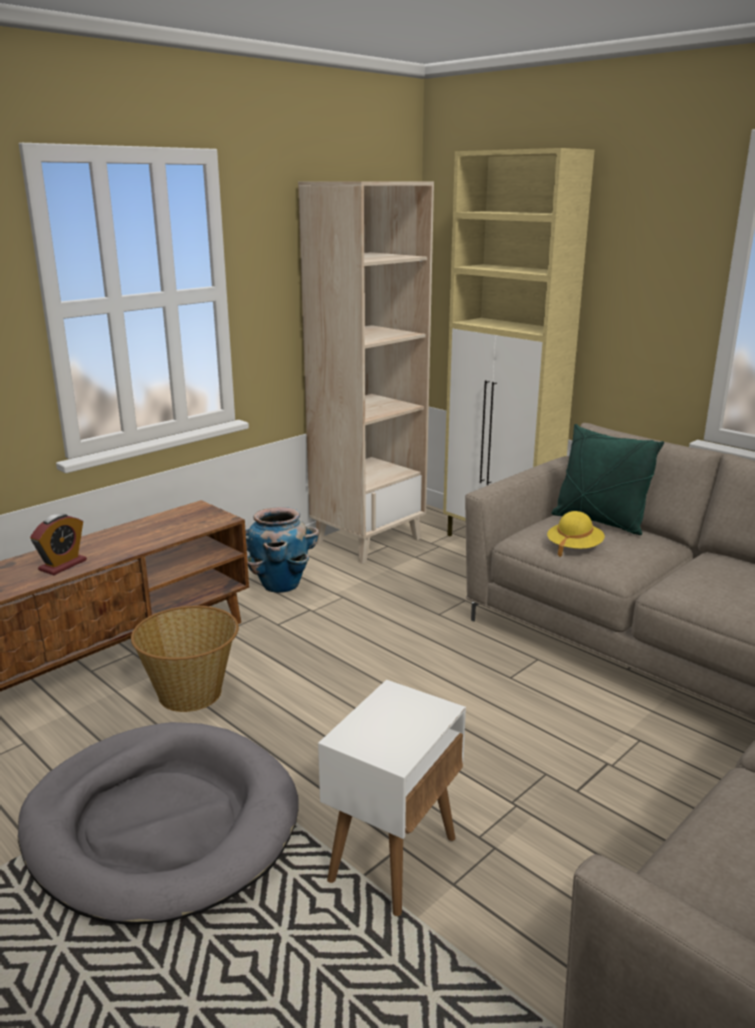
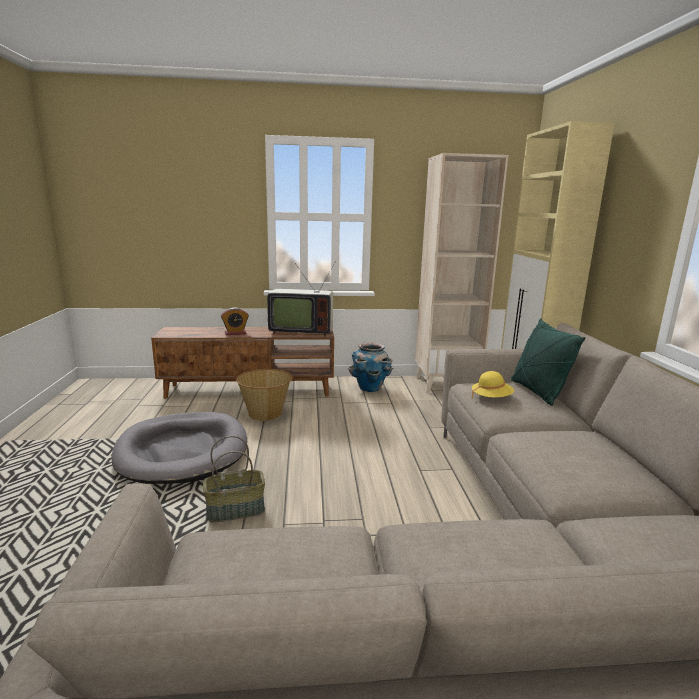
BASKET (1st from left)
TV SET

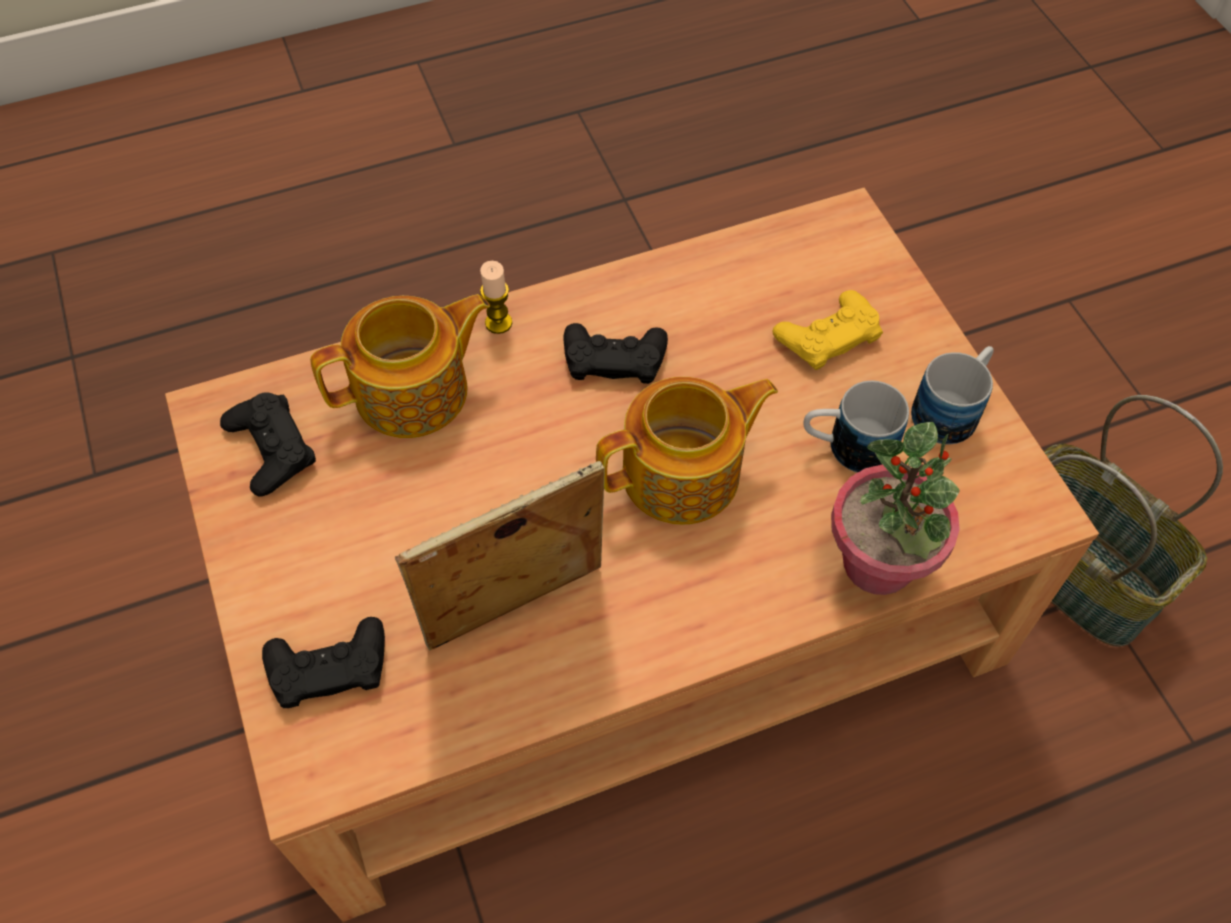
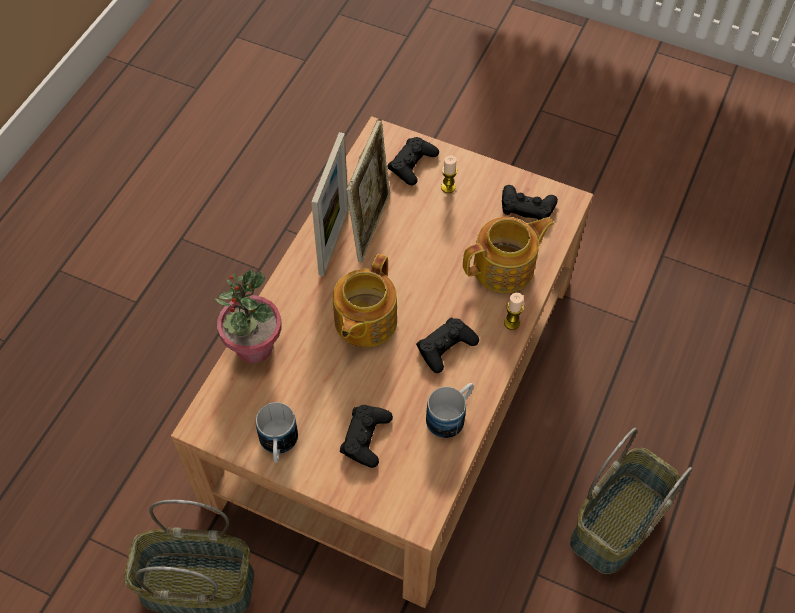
BLACK-COLOURED GAMEPAD (1st from left)
POT FOR TEA (2nd from left)
TEA MUG (2nd from left)
PHOTO FRAME (1st from left)
CANDLE (1st from left)
BASKET (2nd from left)

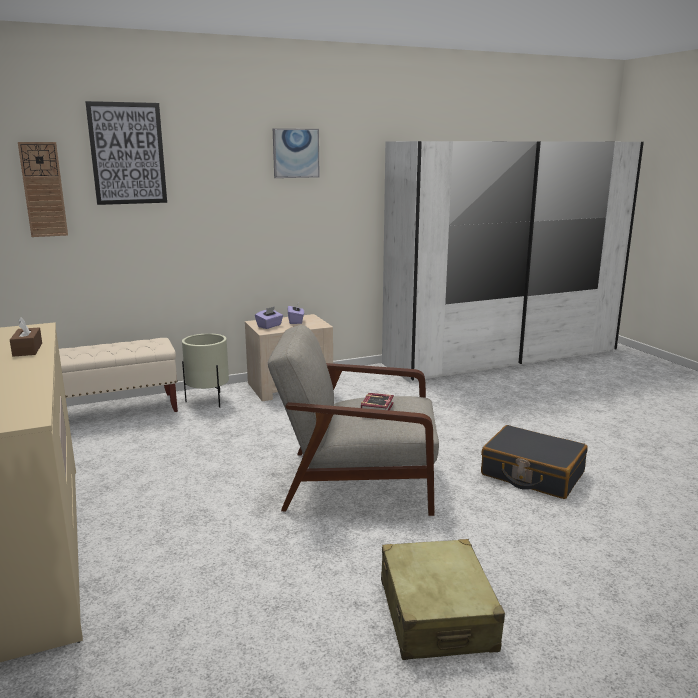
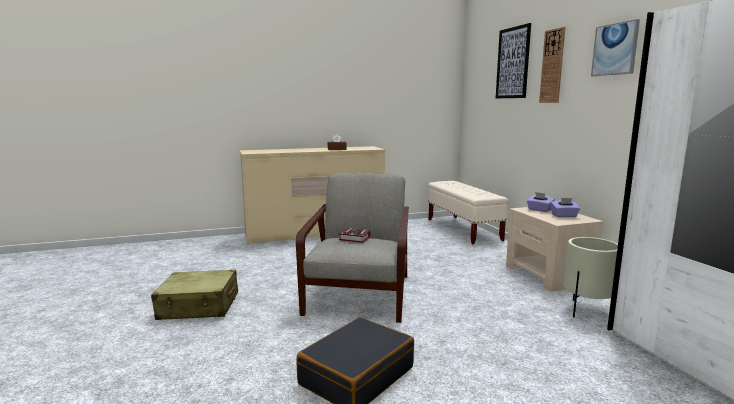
WALL CLOCK
BEIGE-COLOURED PLANTER

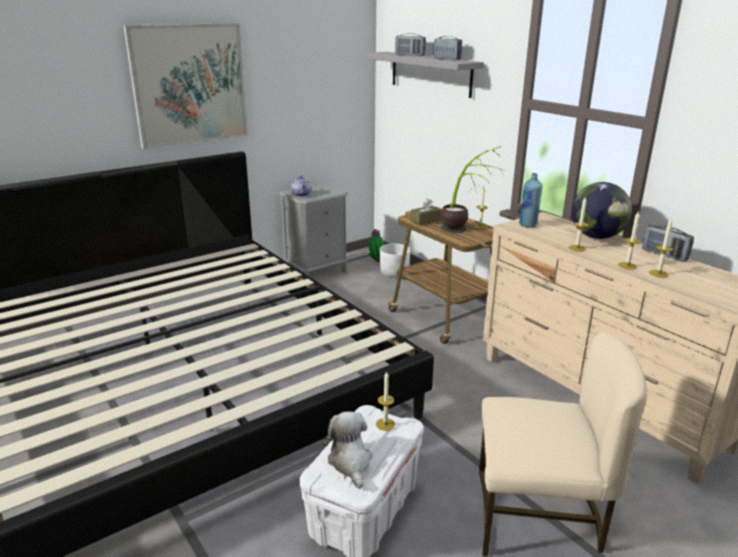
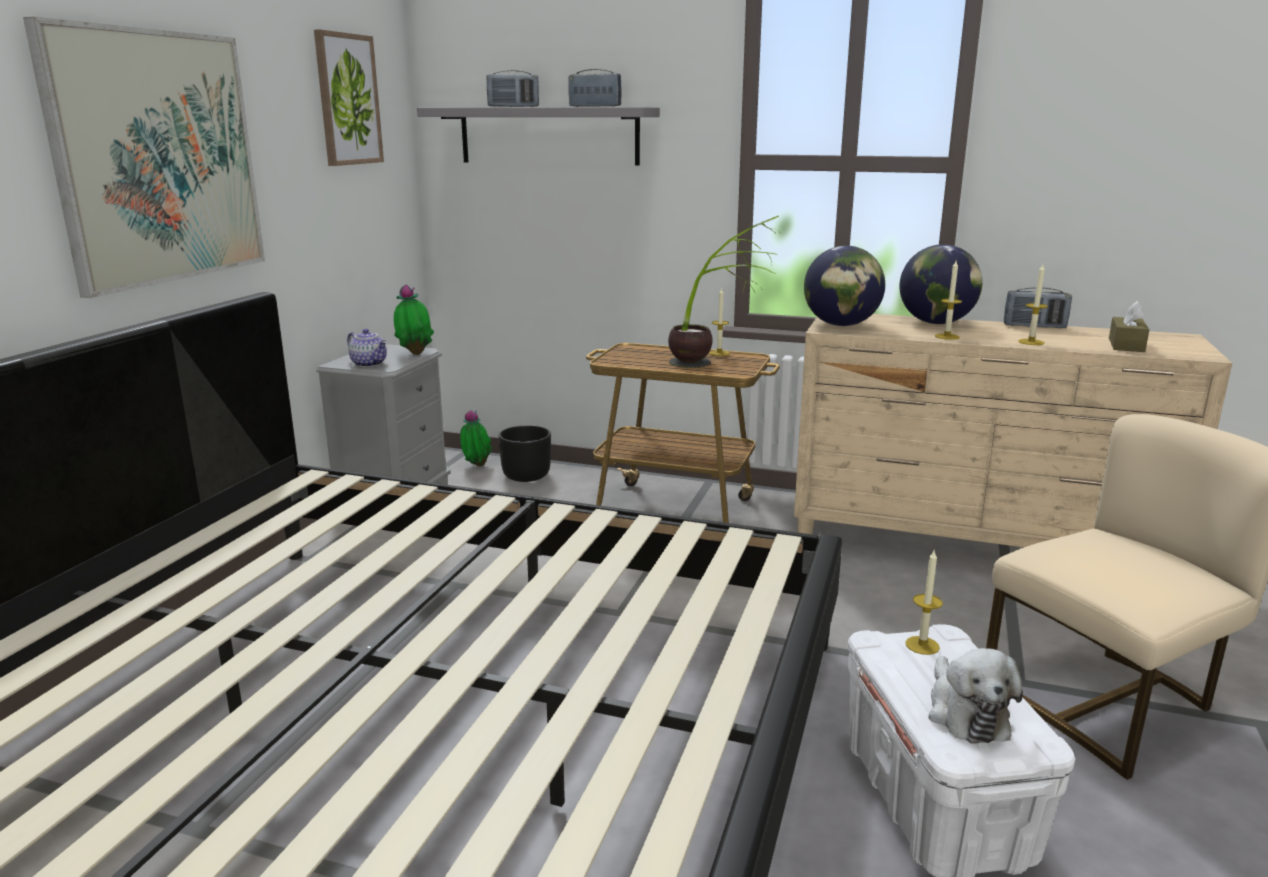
DESK GLOBE (1st from left)
BROWNISH TISSUE HOLDER
CANDLE (5th from left in the first image)
BLACK-COLOURED PLANTER
CUDDLY TOY
WALL ART (2nd from left)
POTTED PLANT (1st from left)

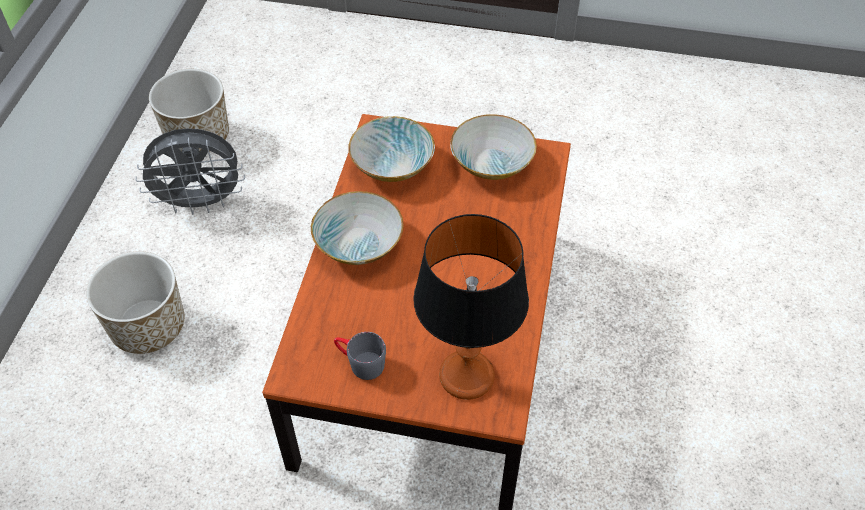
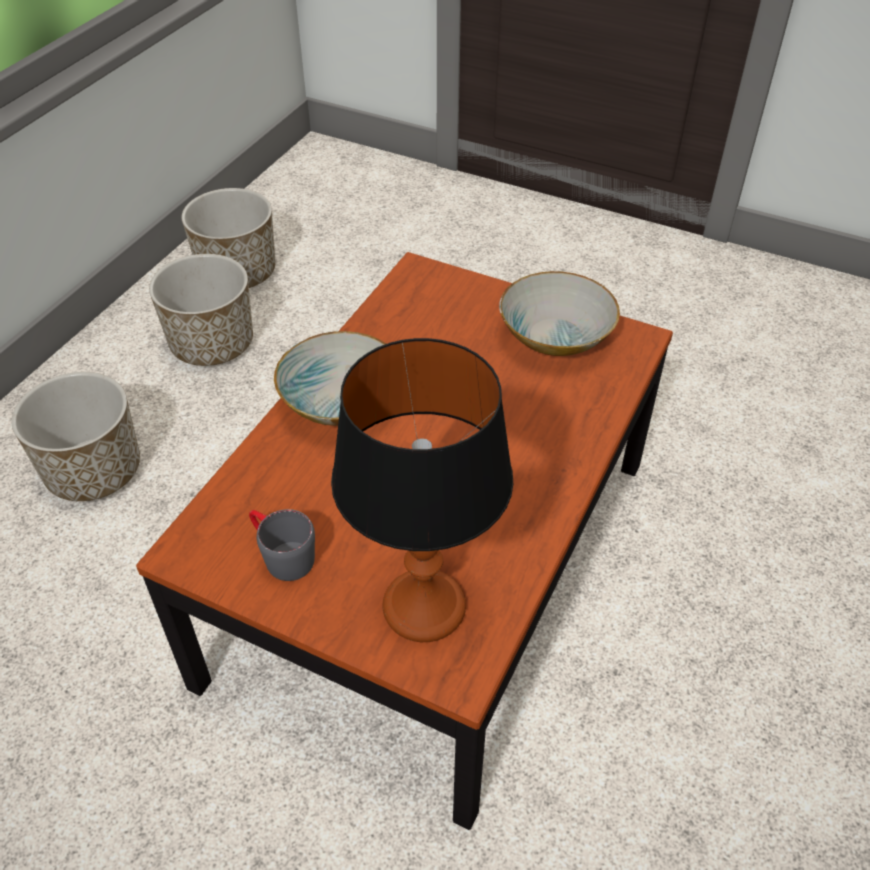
SERVING BOWL (2nd from left in the first image)
PLANTER (2nd from left)

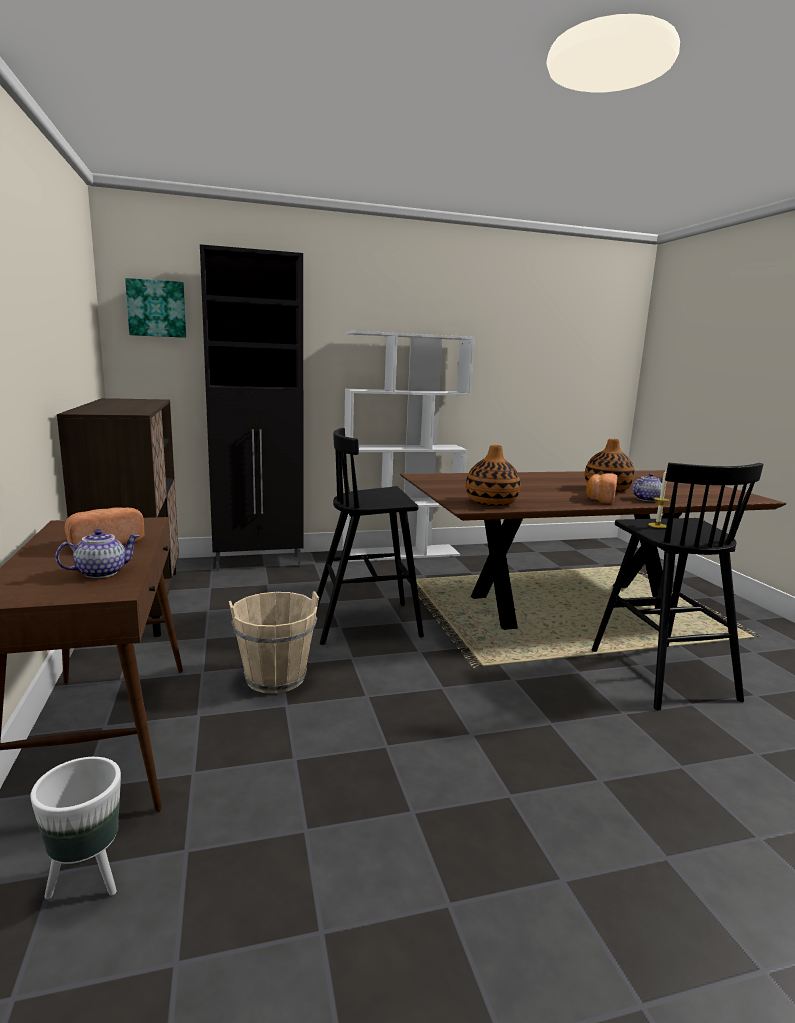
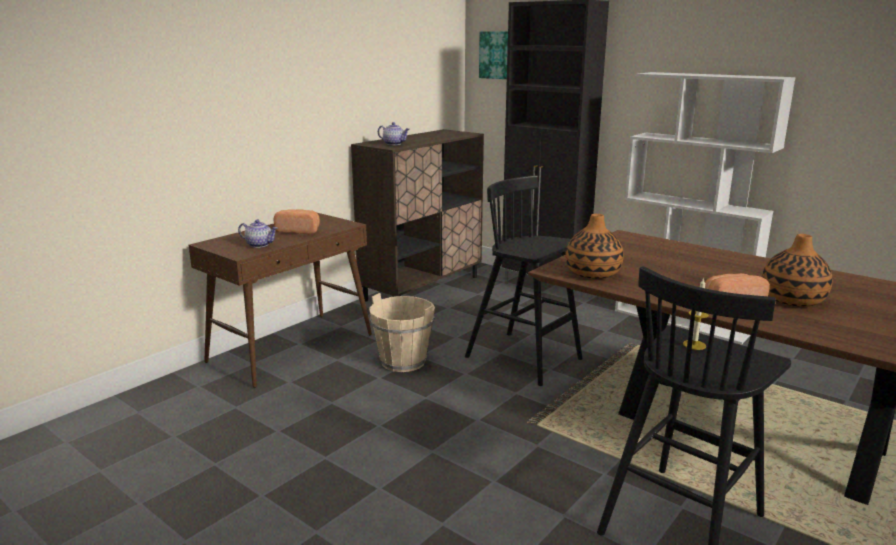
POT FOR TEA (2nd from left)
WHITE-COLOURED PLANTER

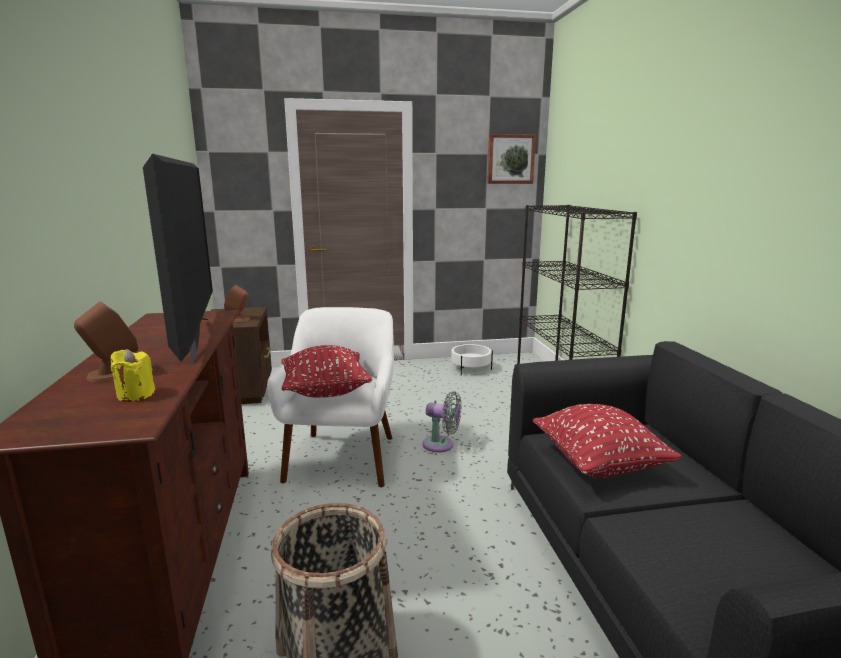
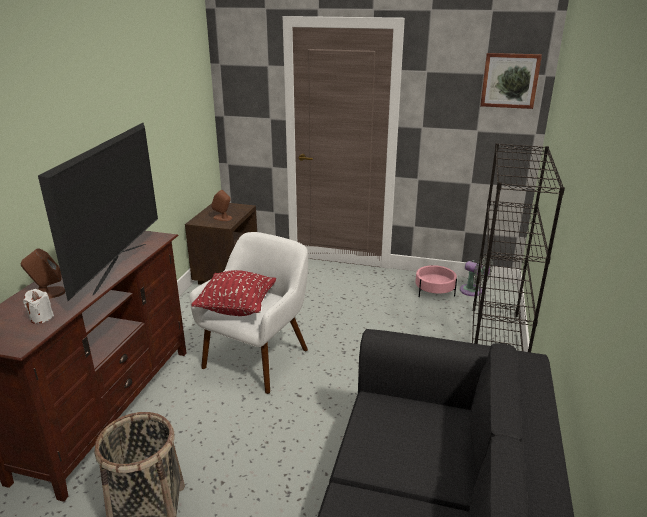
PINKISH PLANTER
WHITE-COLOURED CANDLE
GRAY COOLING FAN
REDDISH PILLOW (2nd from left in the first image)

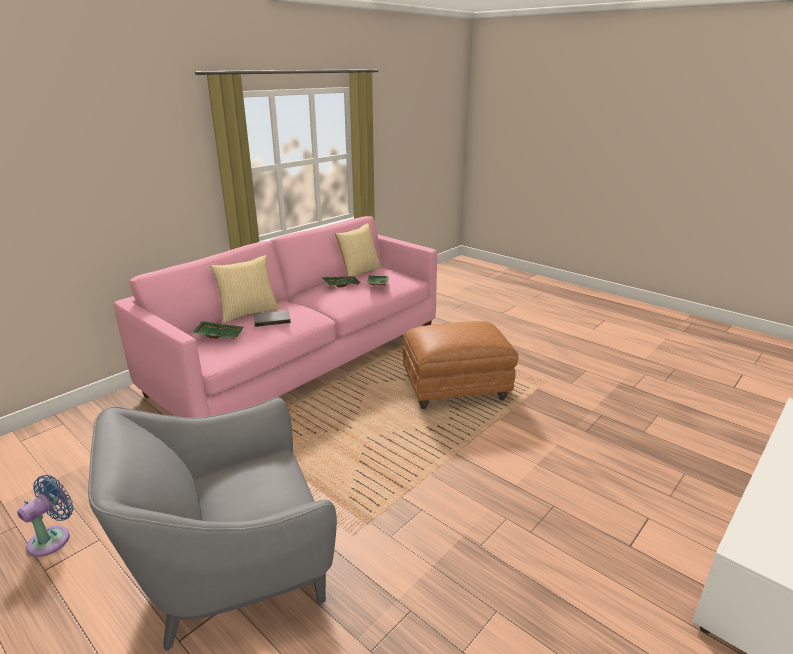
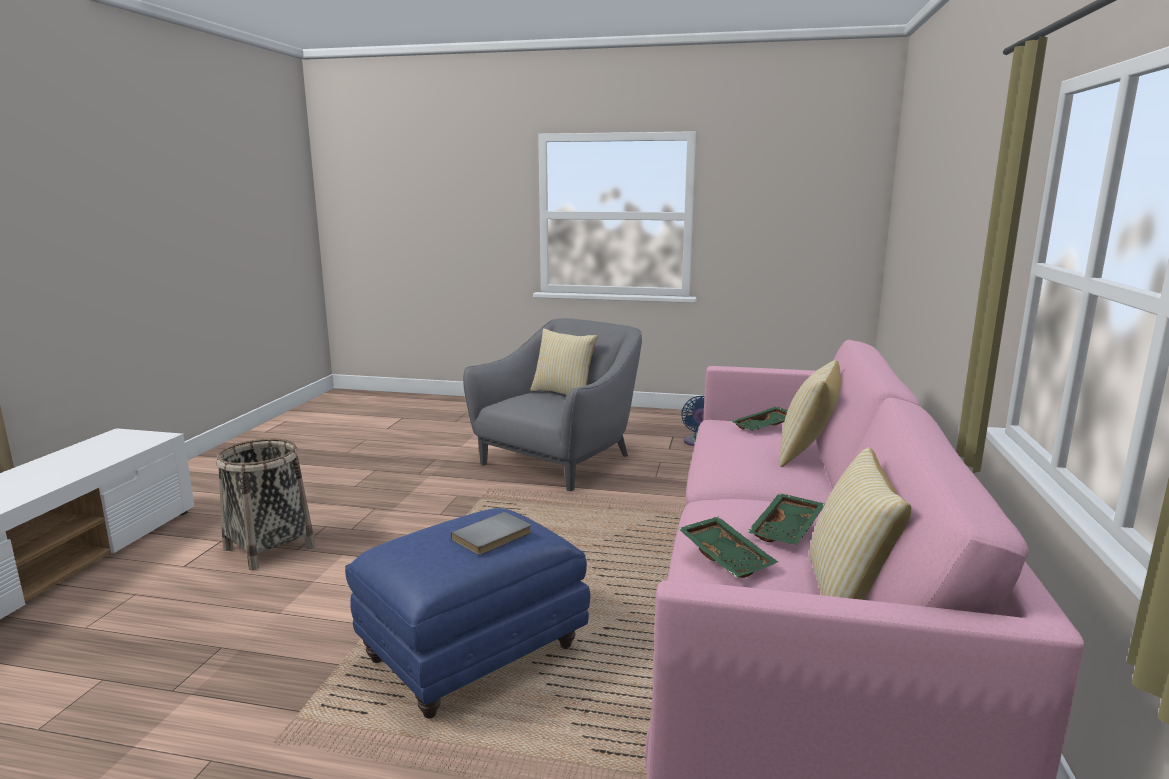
GRAY BOOK
BLUE-COLOURED FOOTREST
PILLOW (1st from left)
BASKET

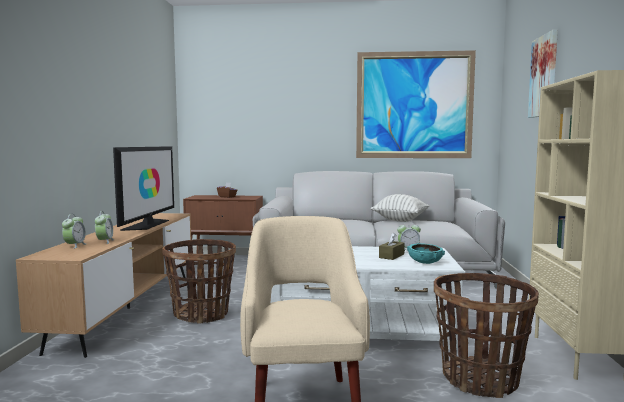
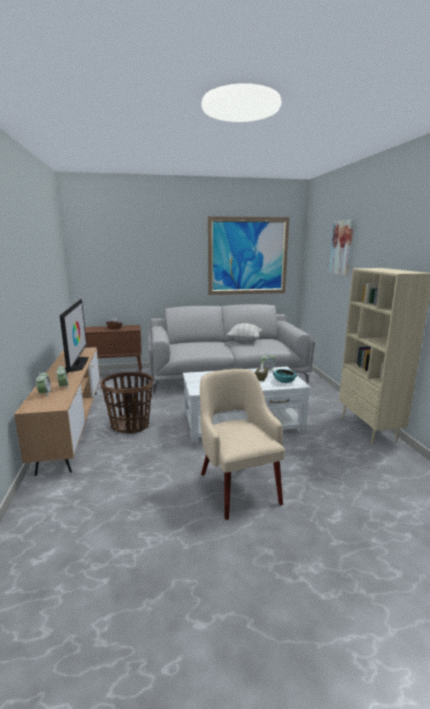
BASKET (2nd from left in the first image)

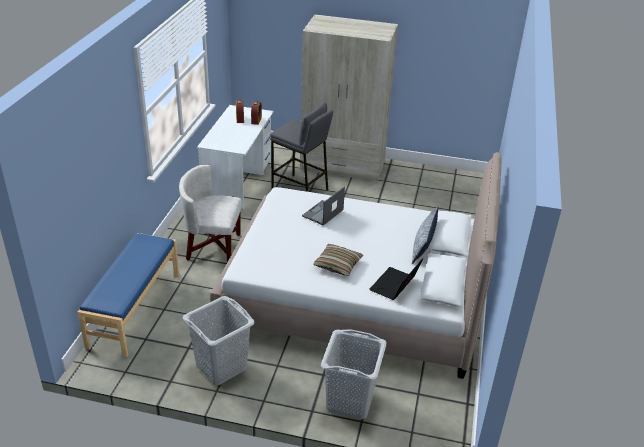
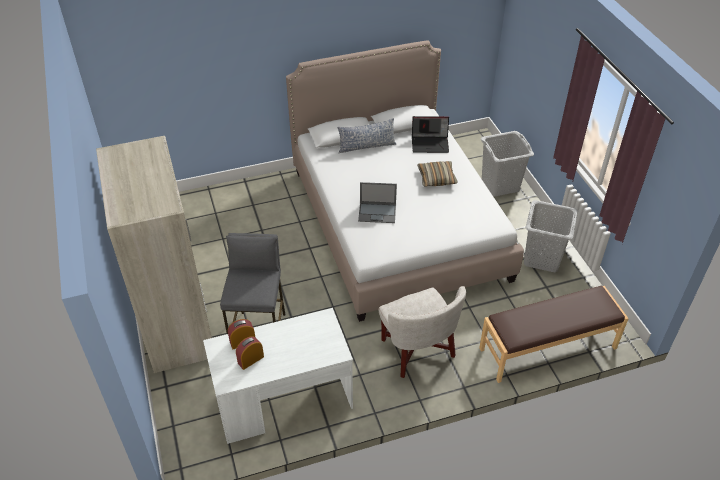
BROWNISH LONG SEAT

